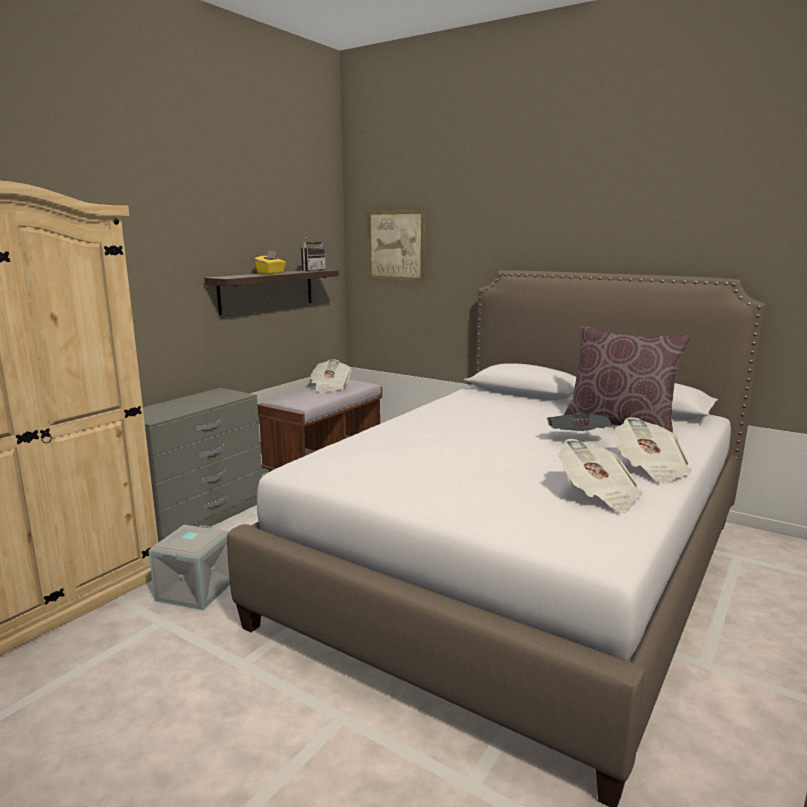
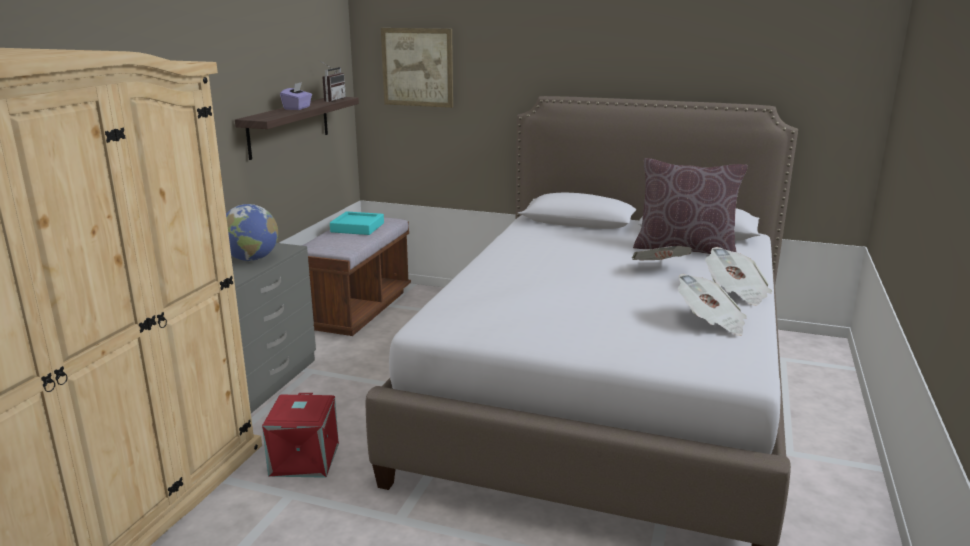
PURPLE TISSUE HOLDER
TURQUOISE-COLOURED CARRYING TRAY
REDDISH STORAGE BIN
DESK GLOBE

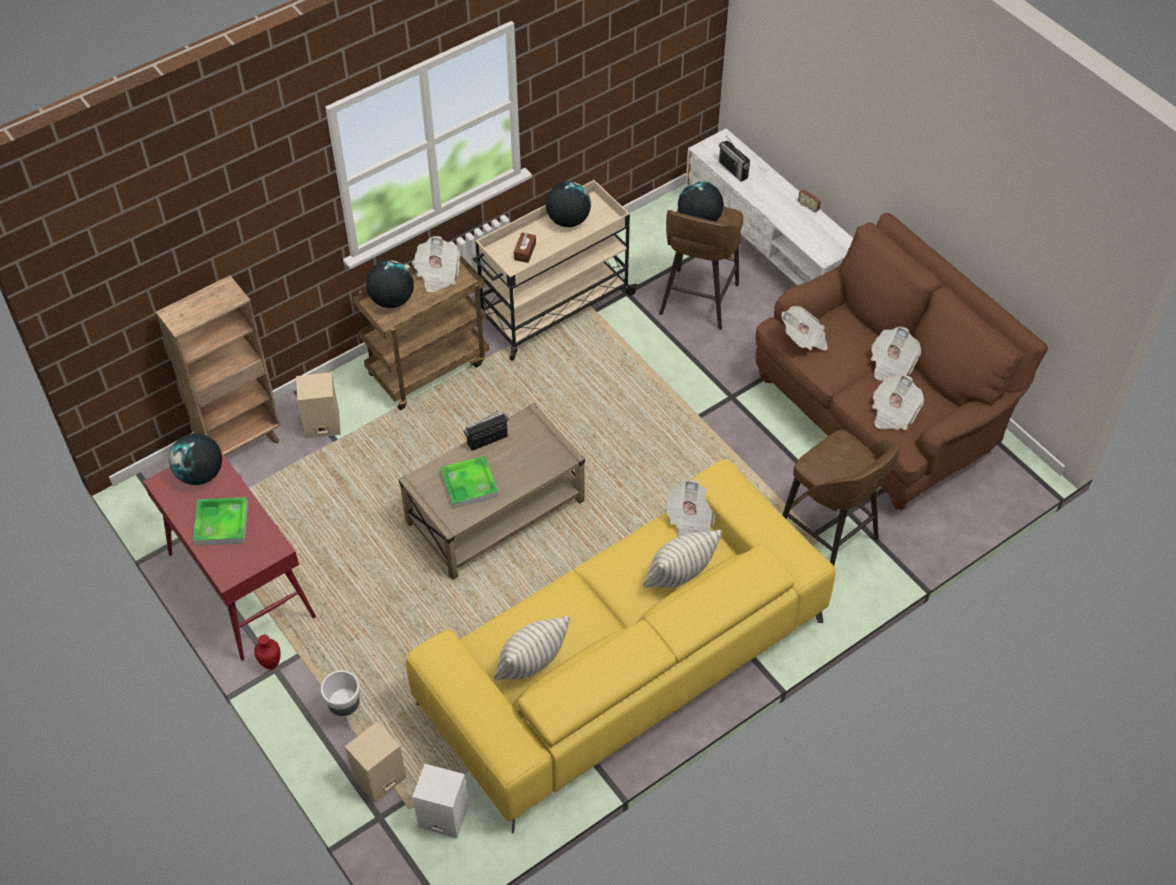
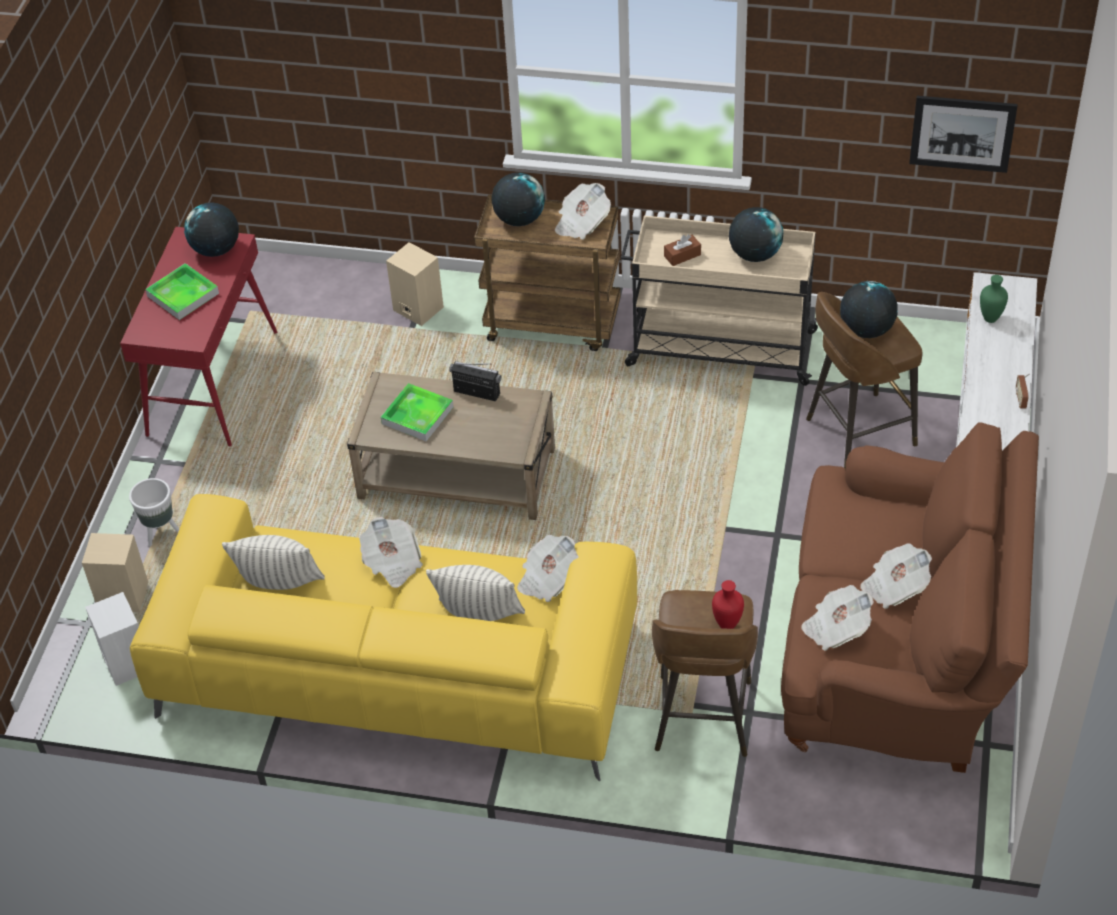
GREENISH DECORATIVE VASE
BROWNISH SHELVING UNIT
PRINTED PAPER (1st from left)
REDDISH DECORATIVE VASE
WALL ART

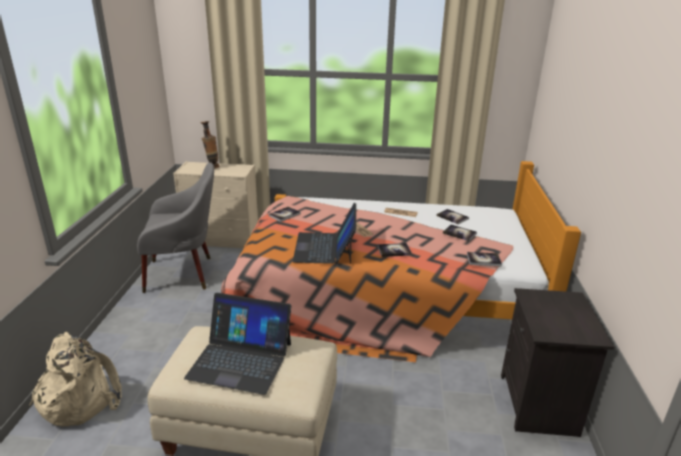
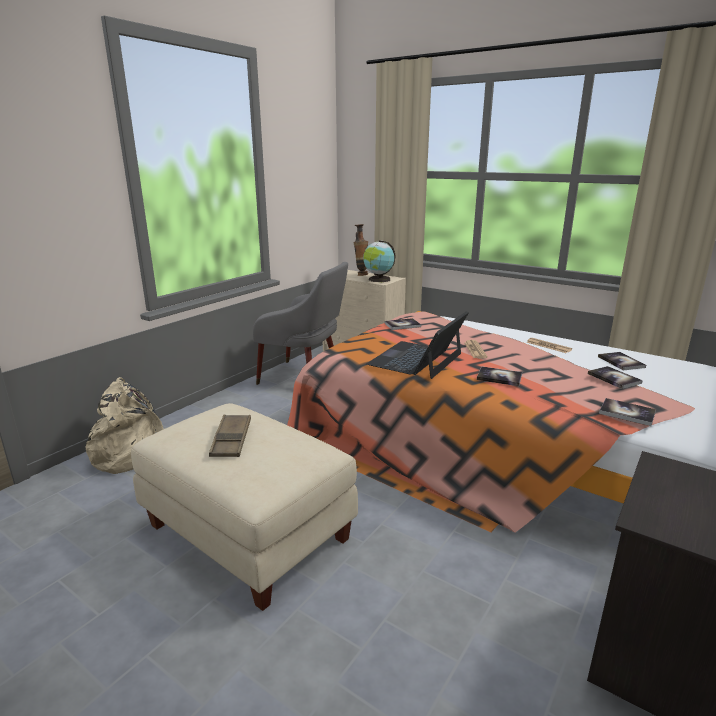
BROWNISH CARRYING TRAY
DESK GLOBE

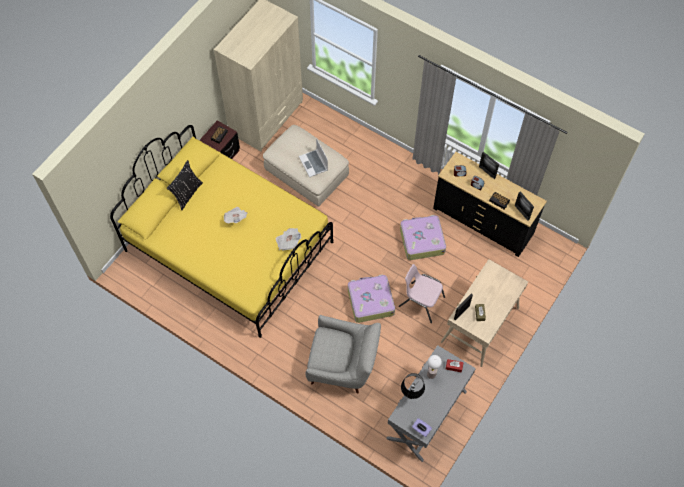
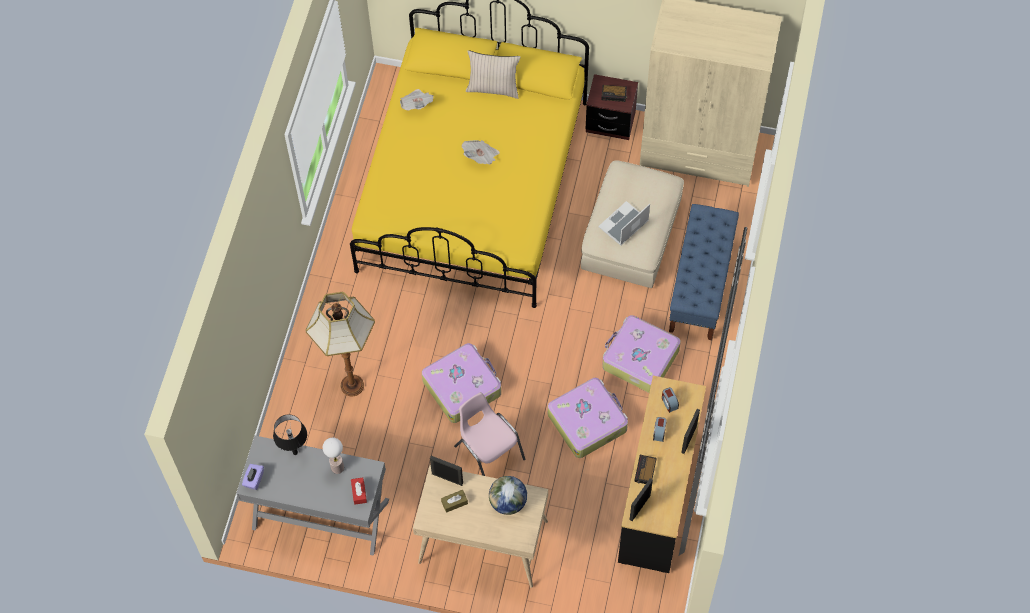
BEIGE-COLOURED PILLOW
PRINTED PAPER (1st from left)
PINKISH PLAIN CHAIR
STANDING LAMP
BLUE-COLOURED LONG SEAT
PIECE OF LUGGAGE (3rd from left)
DESK GLOBE

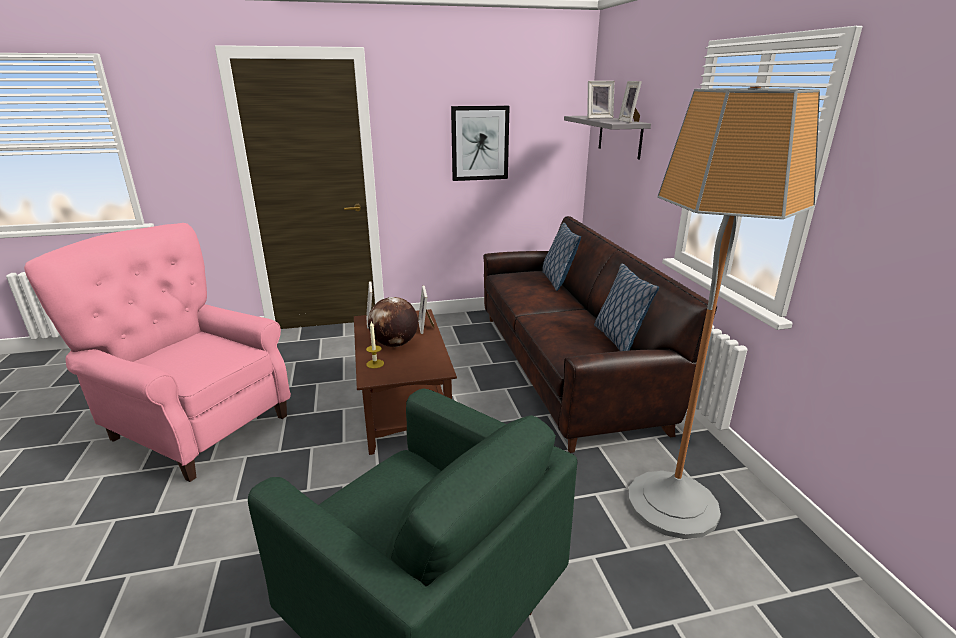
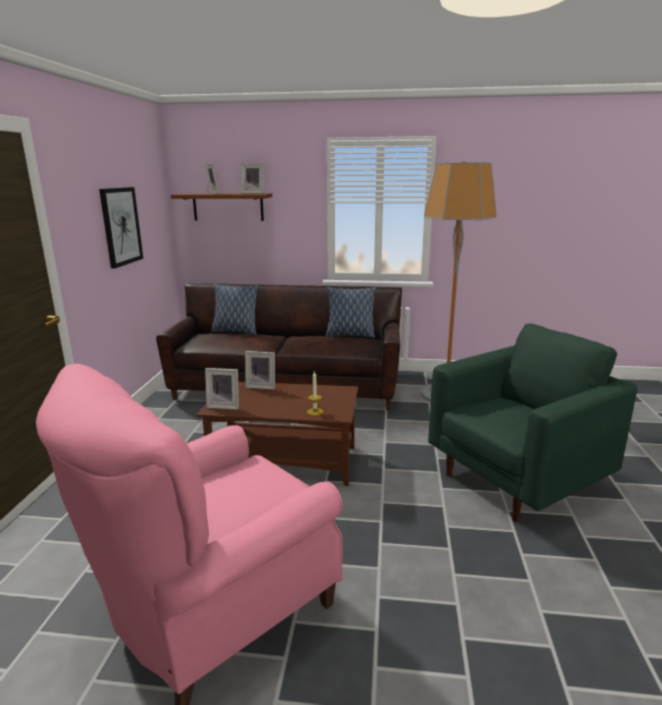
BROWNISH SHELF
DESK GLOBE

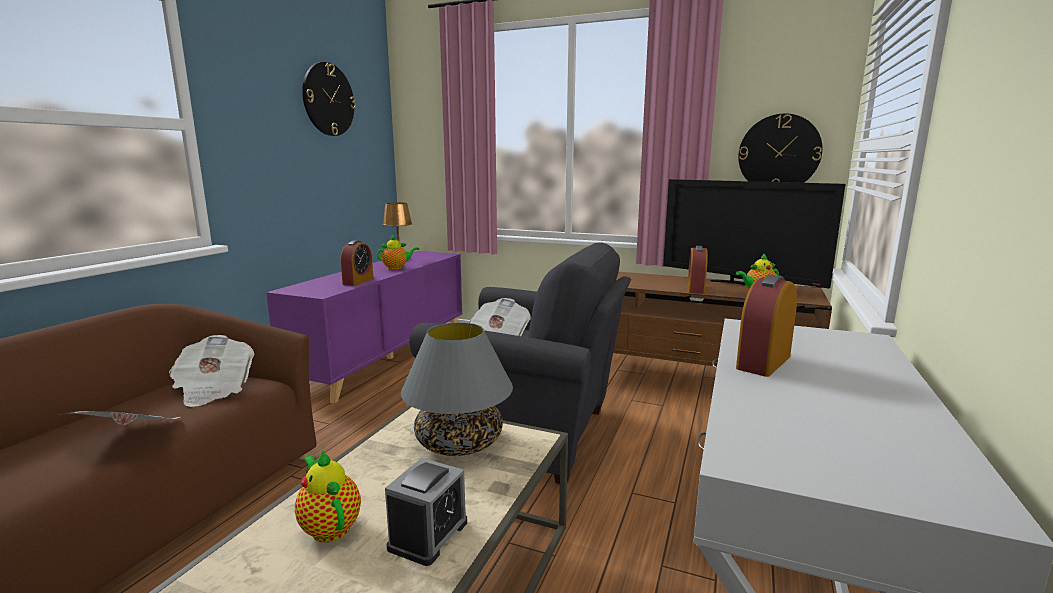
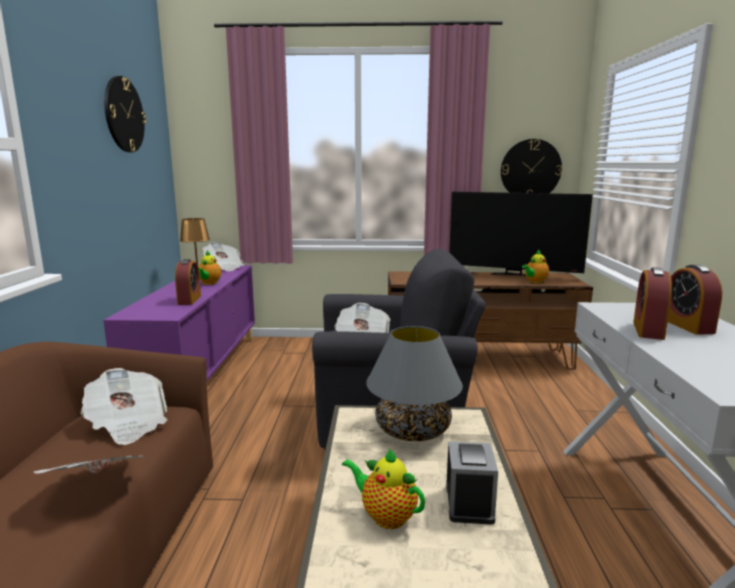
POT FOR TEA (1st from left)
BEDSIDE CLOCK (4th from left)
PRINTED PAPER (3rd from left)

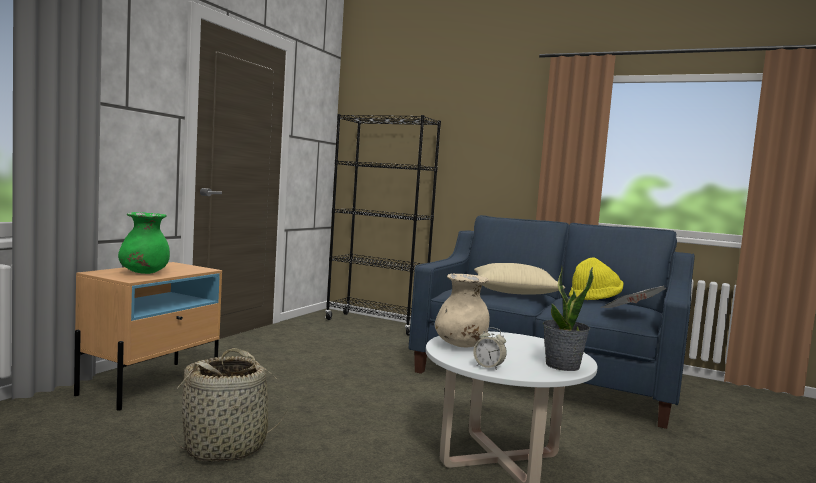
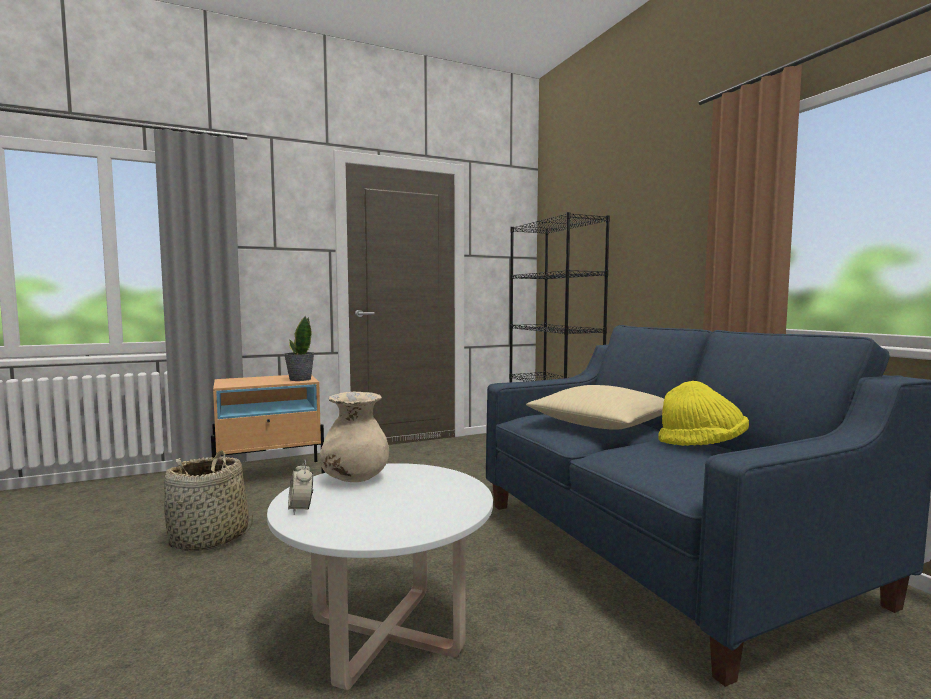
GREENISH DECORATIVE VASE
POTTED PLANT
PRINTED PAPER

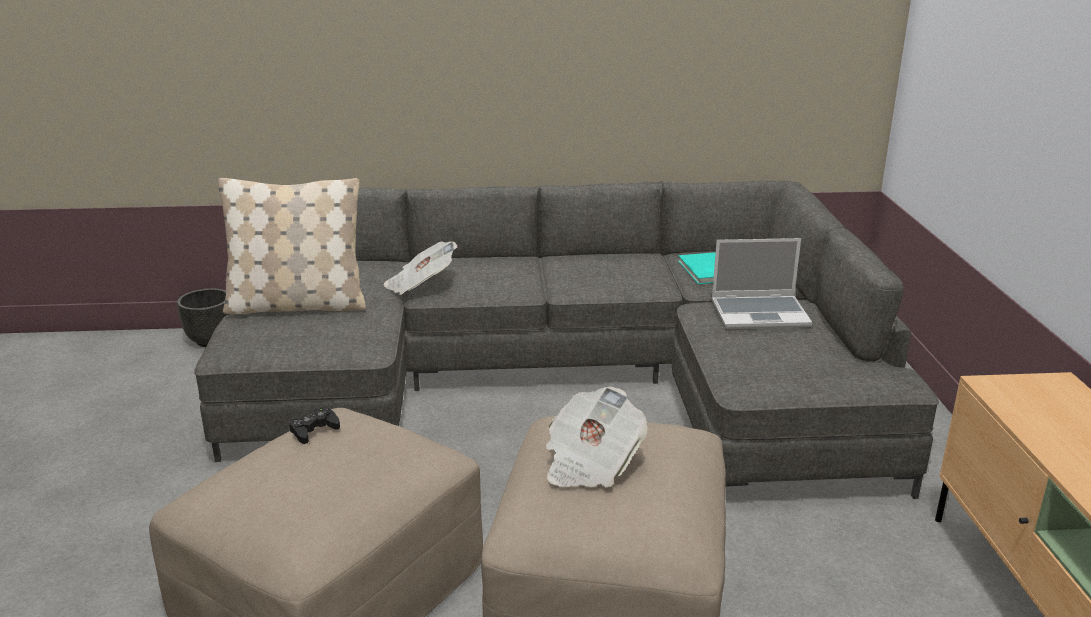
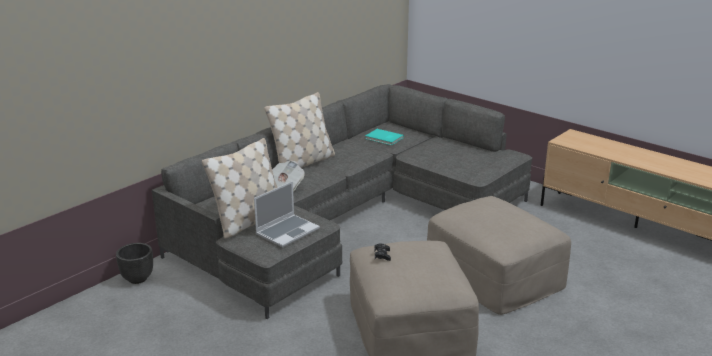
NOTEBOOK COMPUTER
PRINTED PAPER (2nd from left in the first image)
BEIGE-COLOURED PILLOW (2nd from left)

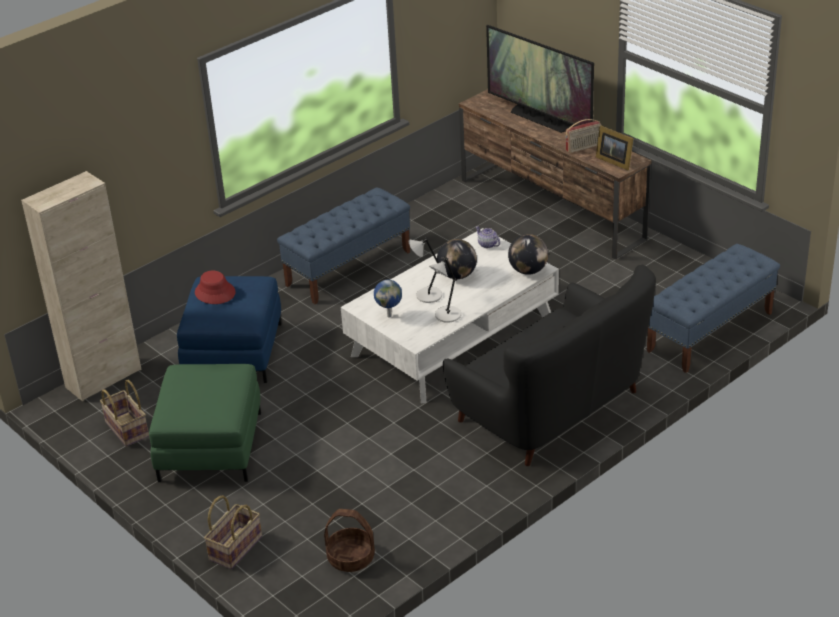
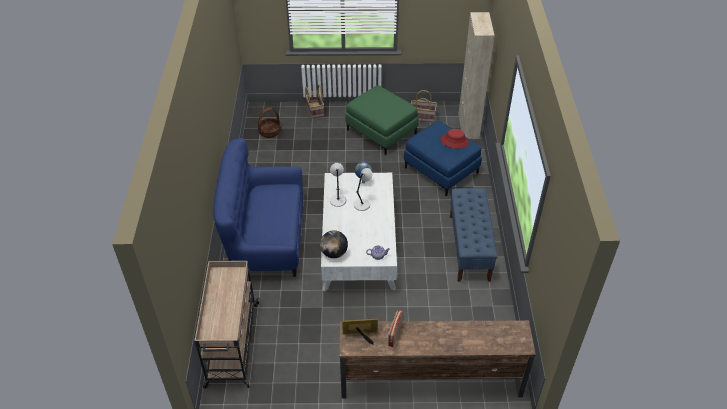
TV SET
DESK GLOBE (2nd from left in the first image)
BEIGE-COLOURED WHEELED CART
BLUE-COLOURED SOFA

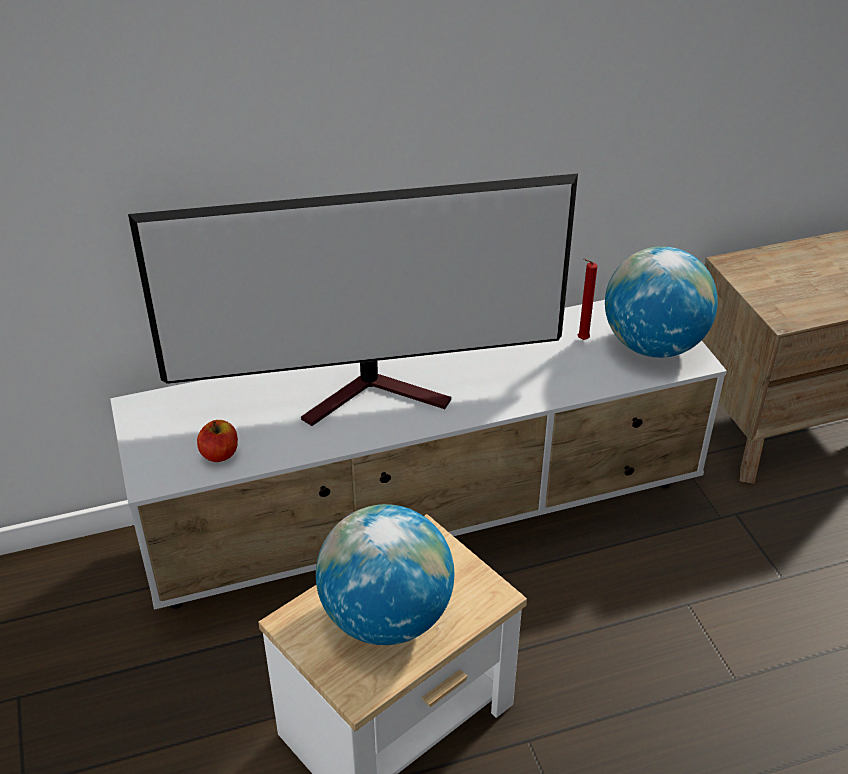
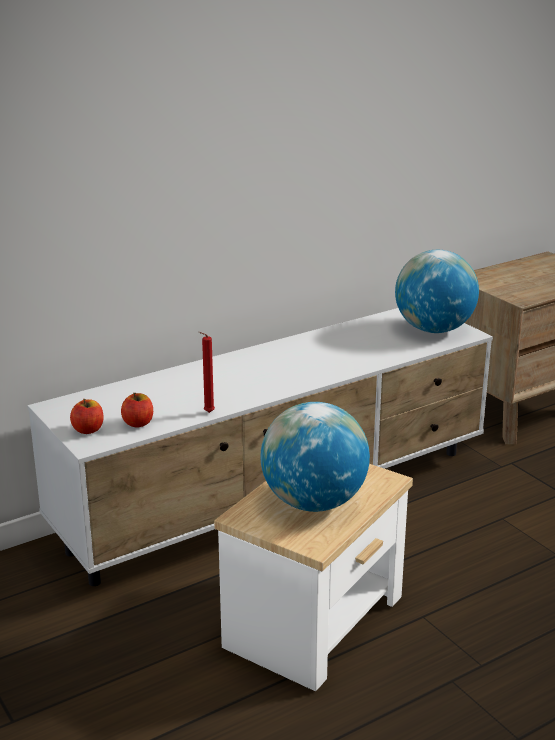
TV SET
REDDISH CANDLE
APPLE FRUIT (1st from left)

